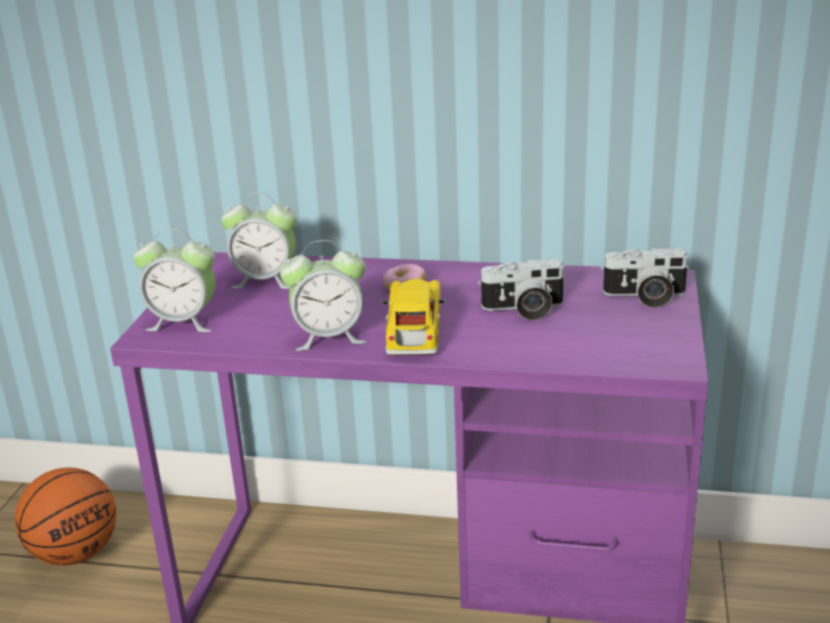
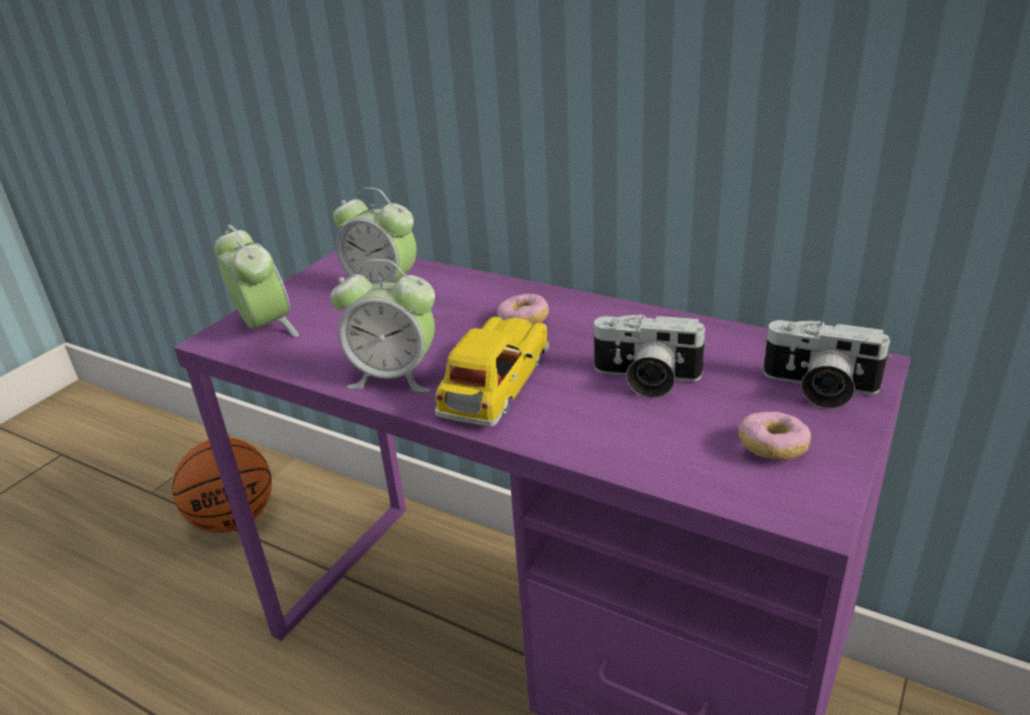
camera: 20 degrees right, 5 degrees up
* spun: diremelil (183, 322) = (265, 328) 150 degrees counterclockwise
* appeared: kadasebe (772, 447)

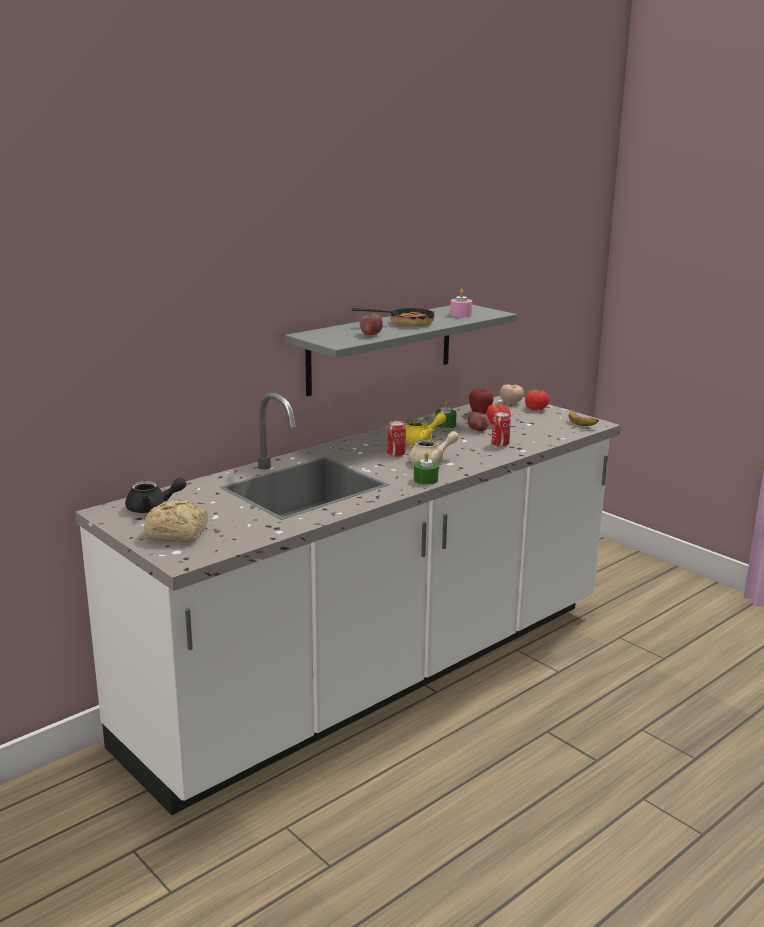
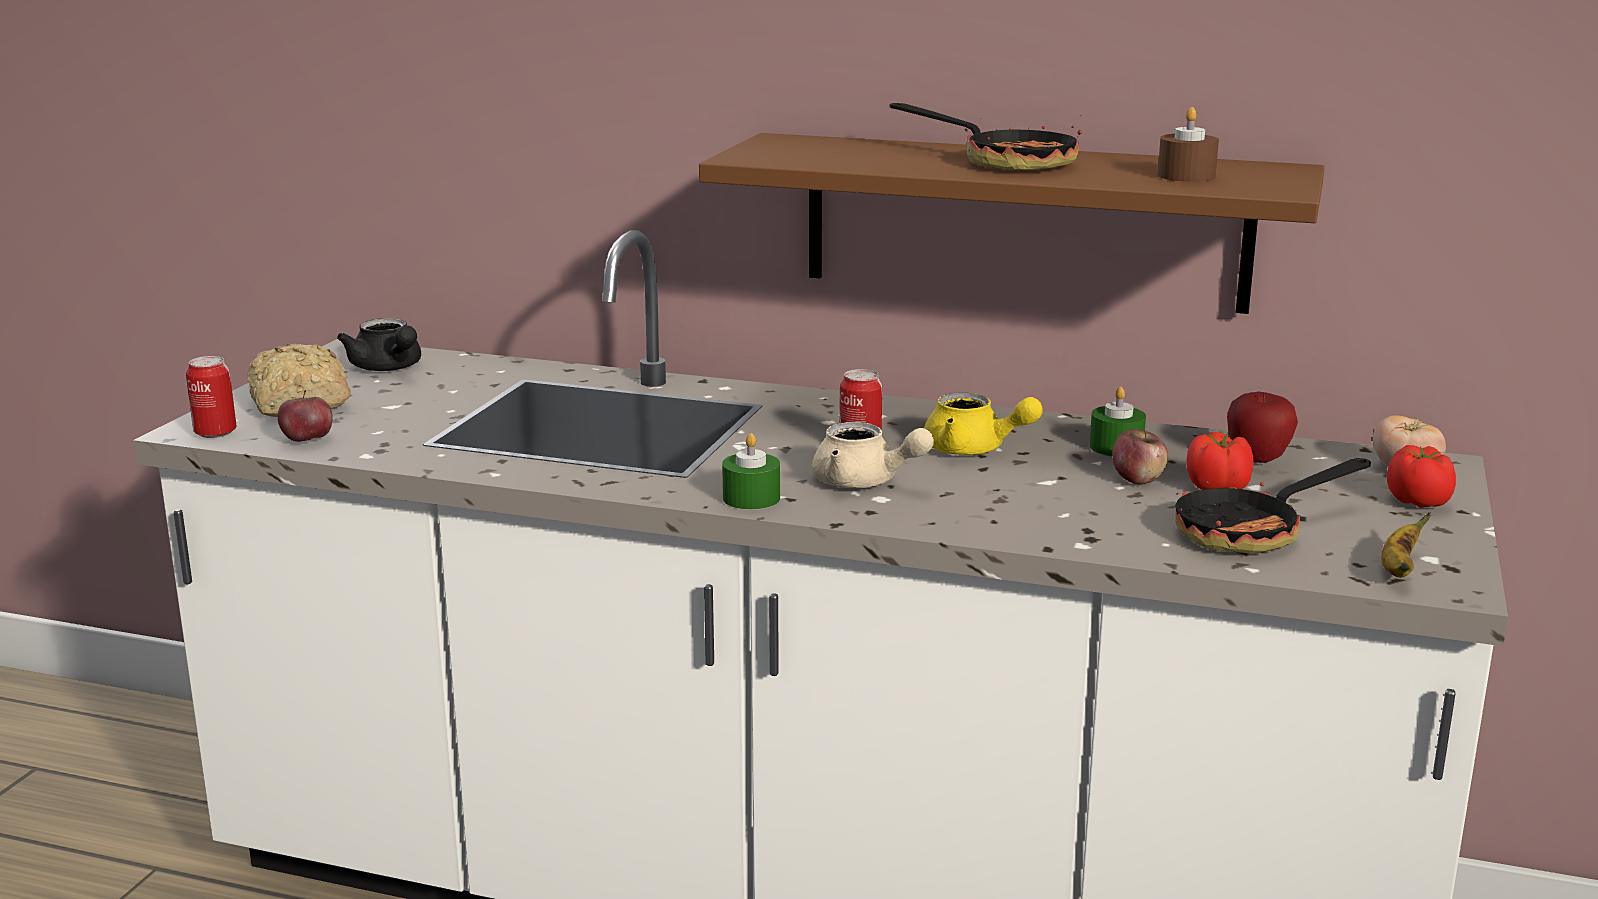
camera: 60 degrees right, 0 degrees up
* colour: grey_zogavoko (381, 348) to brown_zogavoko (1024, 221)
* relocated: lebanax (371, 334) to (307, 440)
* colour: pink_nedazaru (460, 314) to brown_nedazaru (1186, 176)
* relocated: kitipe (500, 444) to (215, 432)
* appeared: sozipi (1251, 532)

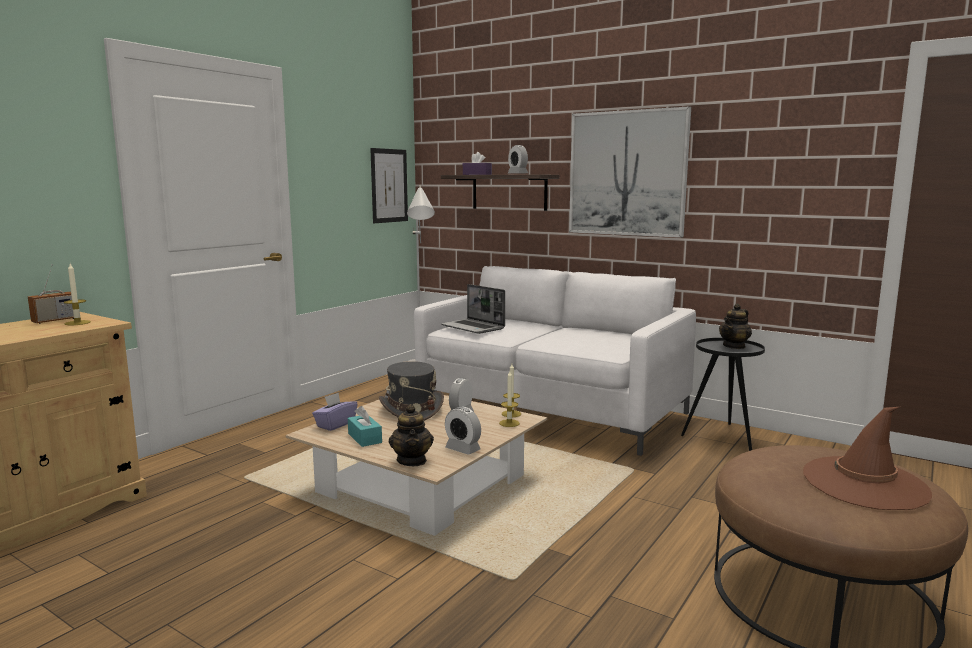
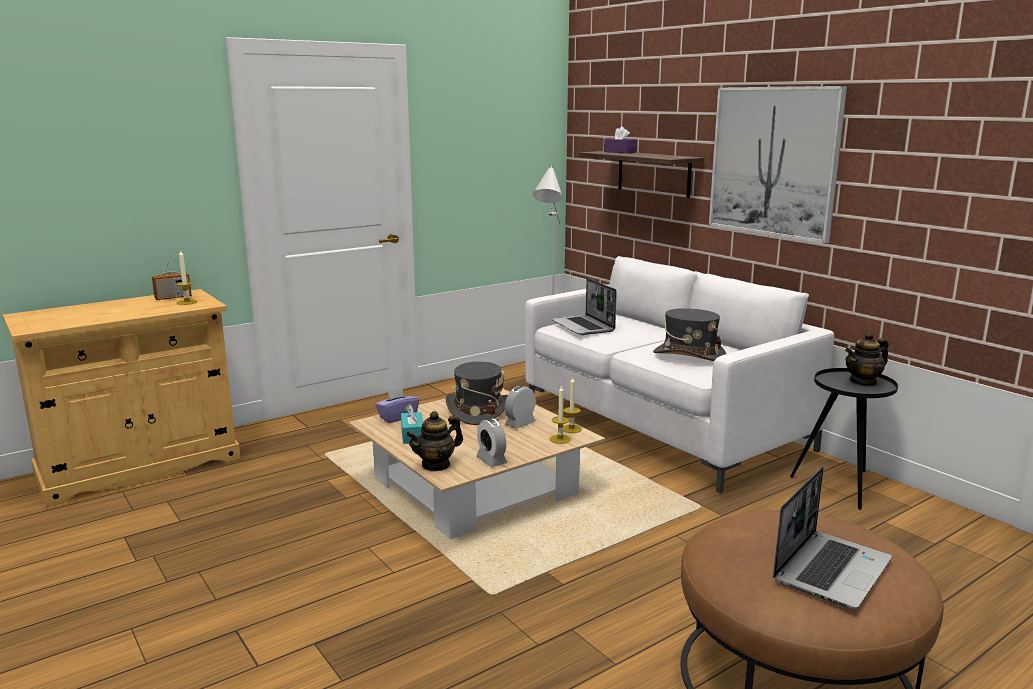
camera: 20 degrees right, 5 degrees up
* missing: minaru (389, 185)
* spun: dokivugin (412, 461) = (436, 465) 45 degrees clockwise
* missing: diremelil (517, 174)
* exchanged: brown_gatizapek (864, 484) to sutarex (831, 569)
* appeared: grey_gatizapek (689, 355)

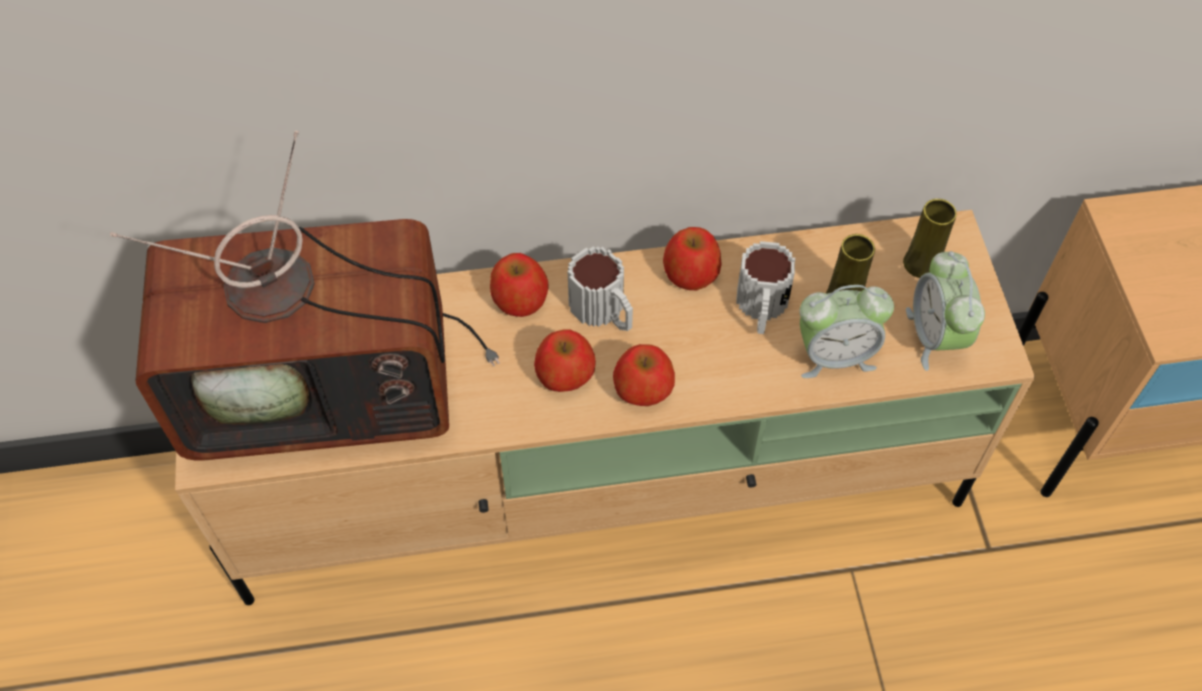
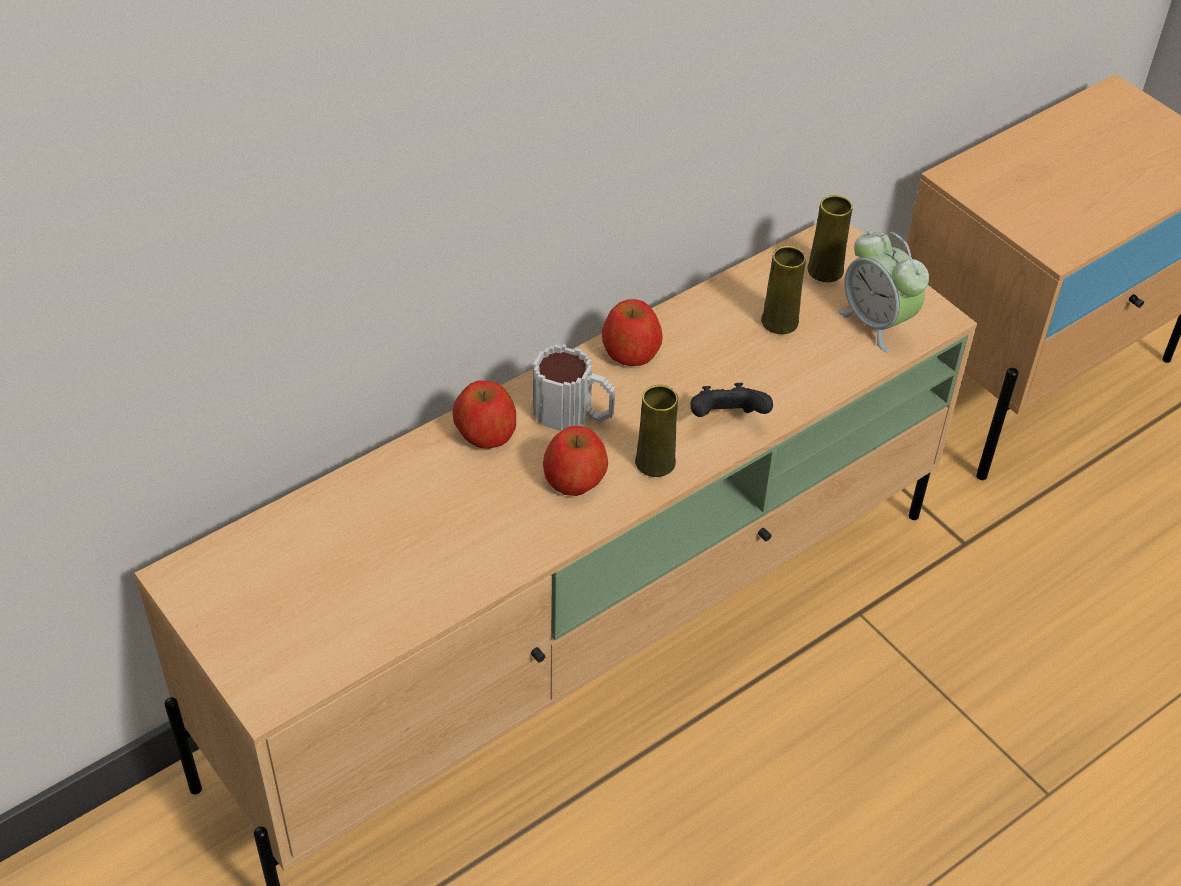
camera: 30 degrees left, 10 degrees down
* missing: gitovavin (330, 385)
* exchanged: lebanax (642, 388) to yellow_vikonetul (655, 462)
* missing: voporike (761, 308)
* missing: diremelil (834, 355)
* appeared: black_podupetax (727, 420)

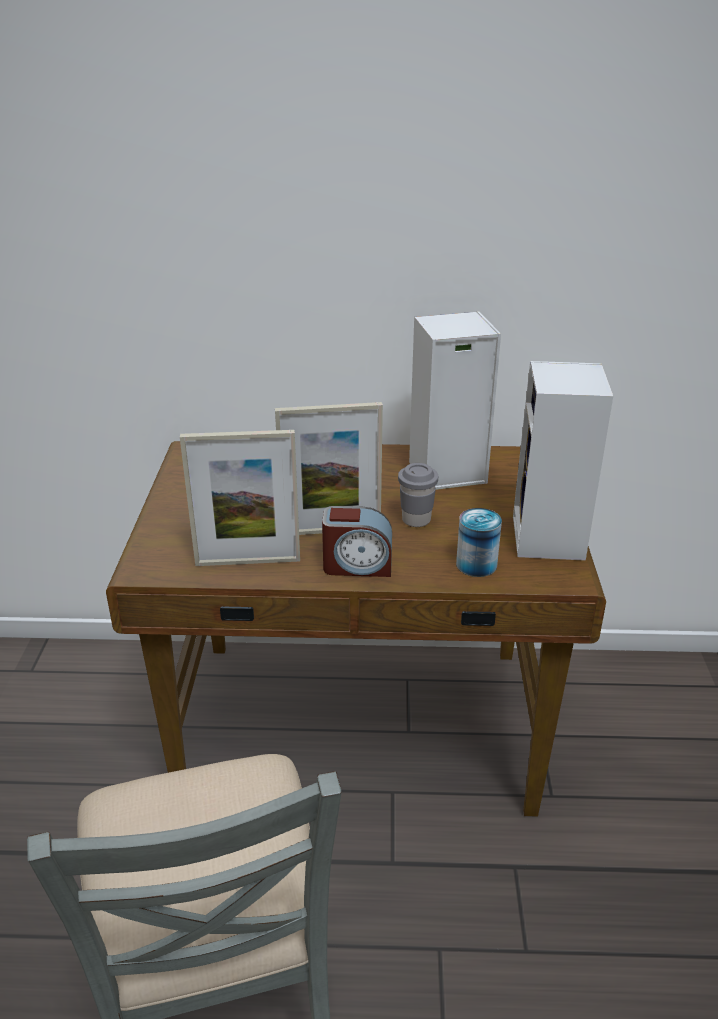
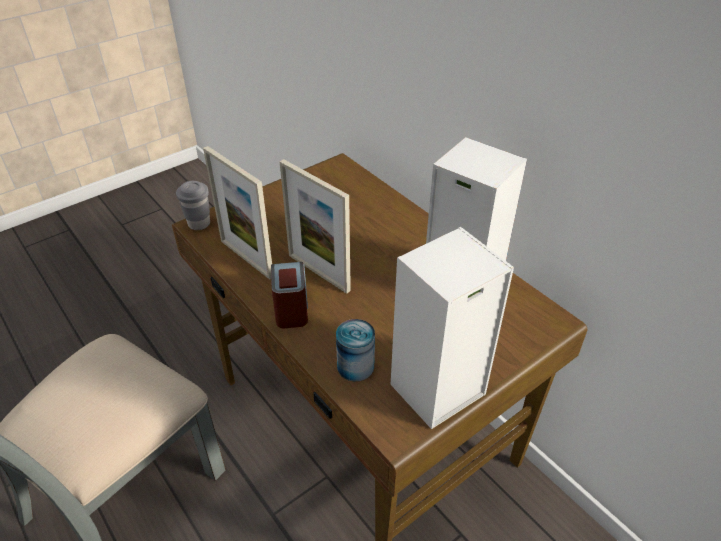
camera: 50 degrees right, 10 degrees up
* spun: diremelil (357, 565) = (291, 307) 150 degrees counterclockwise
* relocated: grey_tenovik (416, 520) to (199, 224)

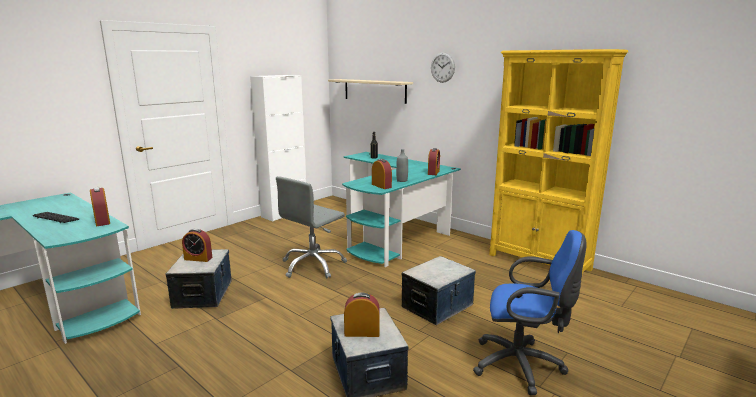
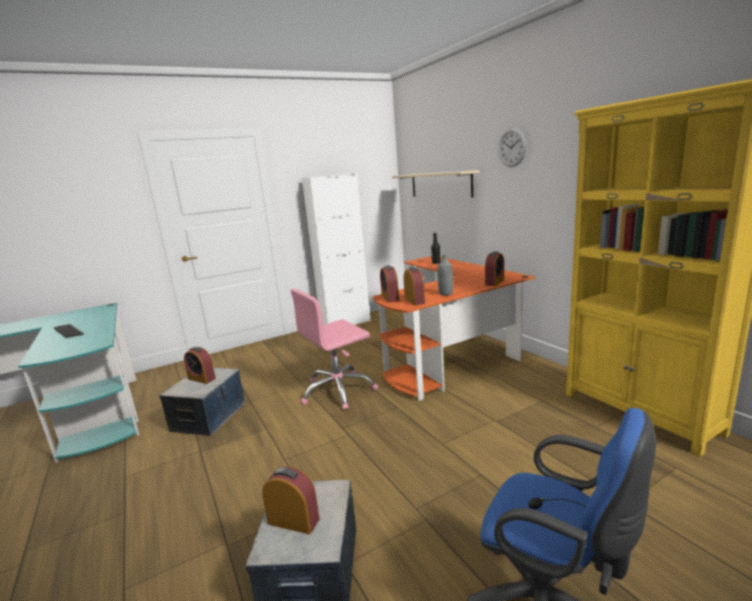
camera: 20 degrees right, 0 degrees up
* relocated: diremelil (102, 221) to (390, 298)
* colour: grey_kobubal (313, 265) to pink_kobubal (338, 391)
* colour: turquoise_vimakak (395, 233) to orange_vimakak (453, 354)
* missing: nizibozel (438, 306)

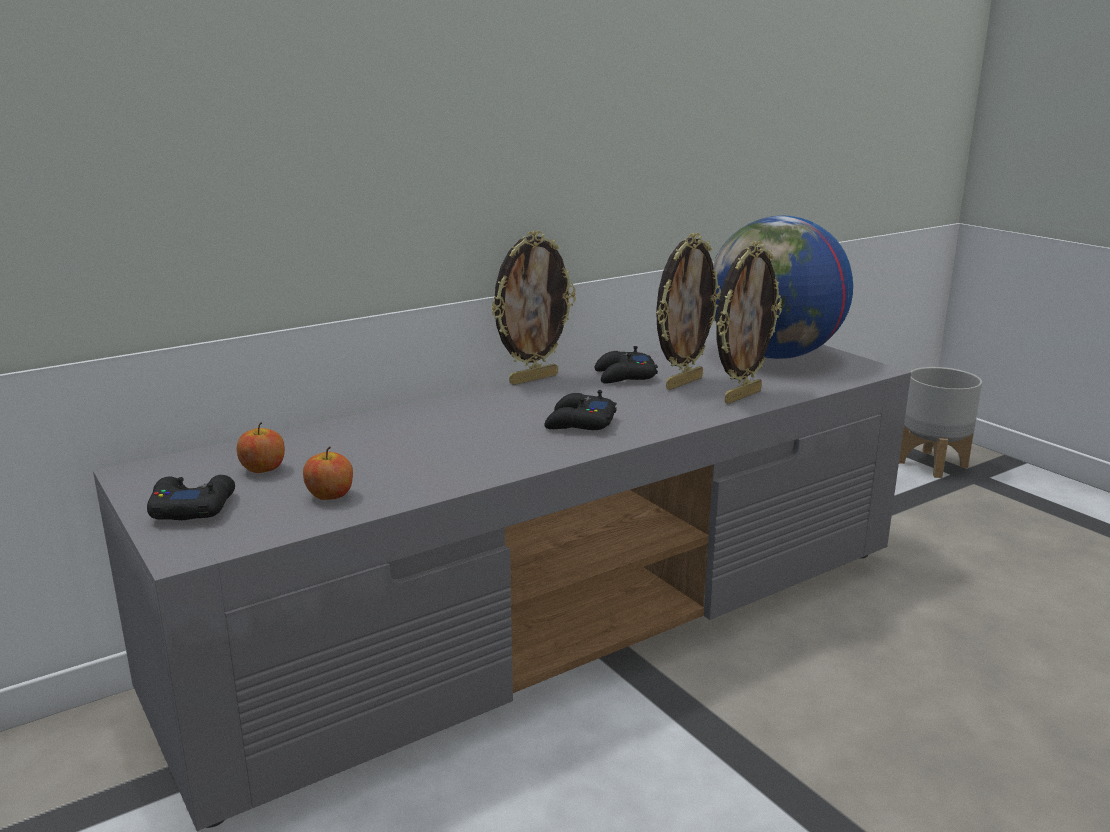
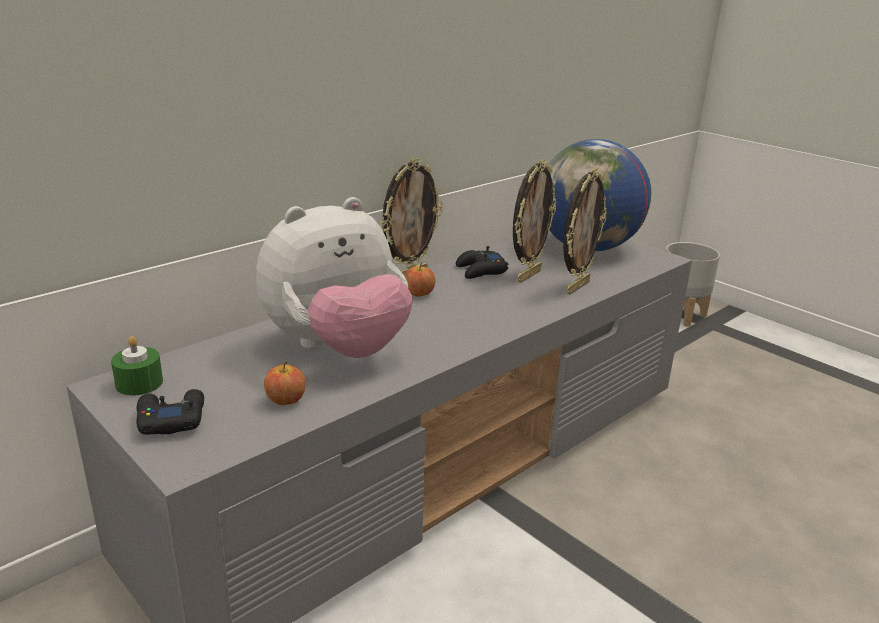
camera: 10 degrees left, 5 degrees up
* relocated: lebanax (263, 469) to (419, 294)
* missing: black_podupetax (579, 423)
* appeared: green_nedazaru (139, 383)
* appeared: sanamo (337, 348)

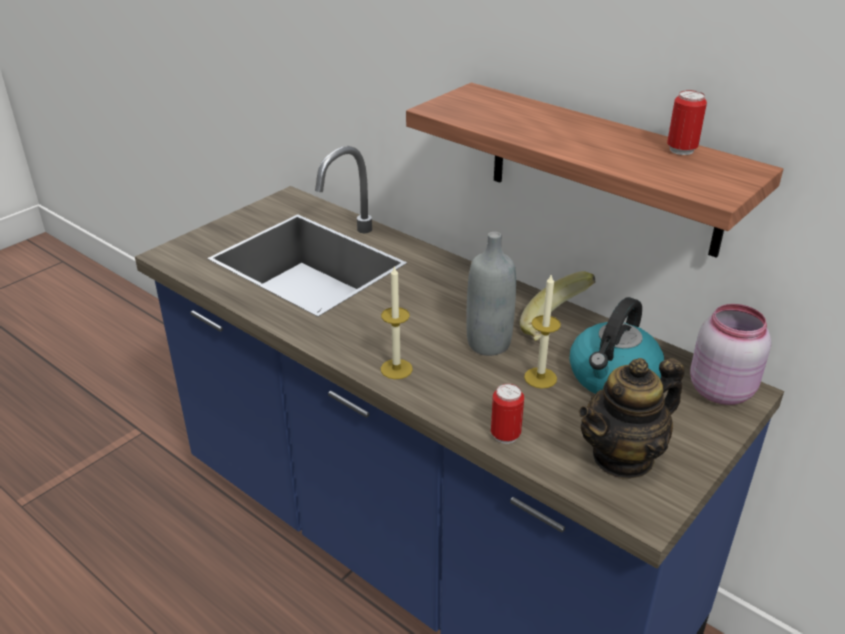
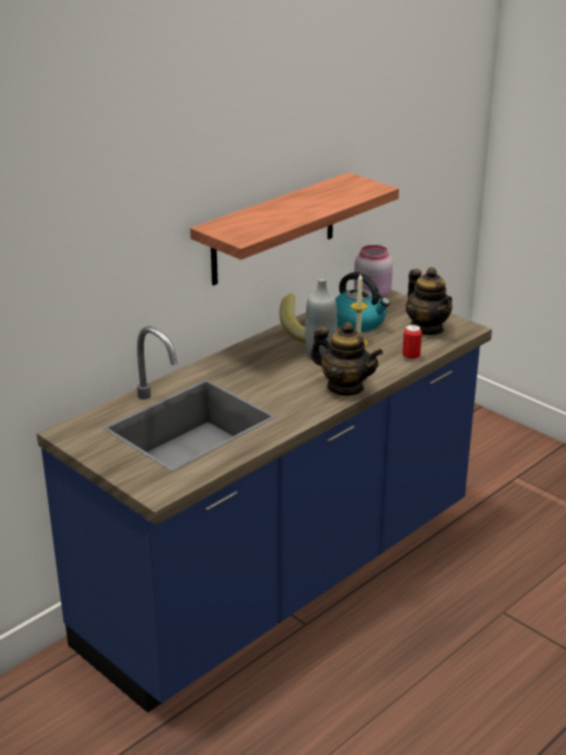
camera: 85 degrees left, 5 degrees down
* exchanged: nedazaru (396, 369) to dokivugin (345, 387)
* missing: kitipe (681, 150)

